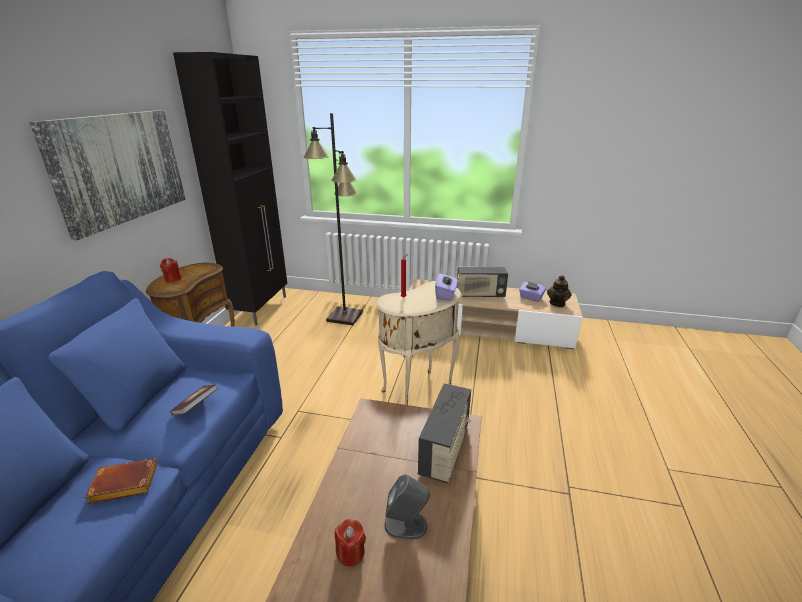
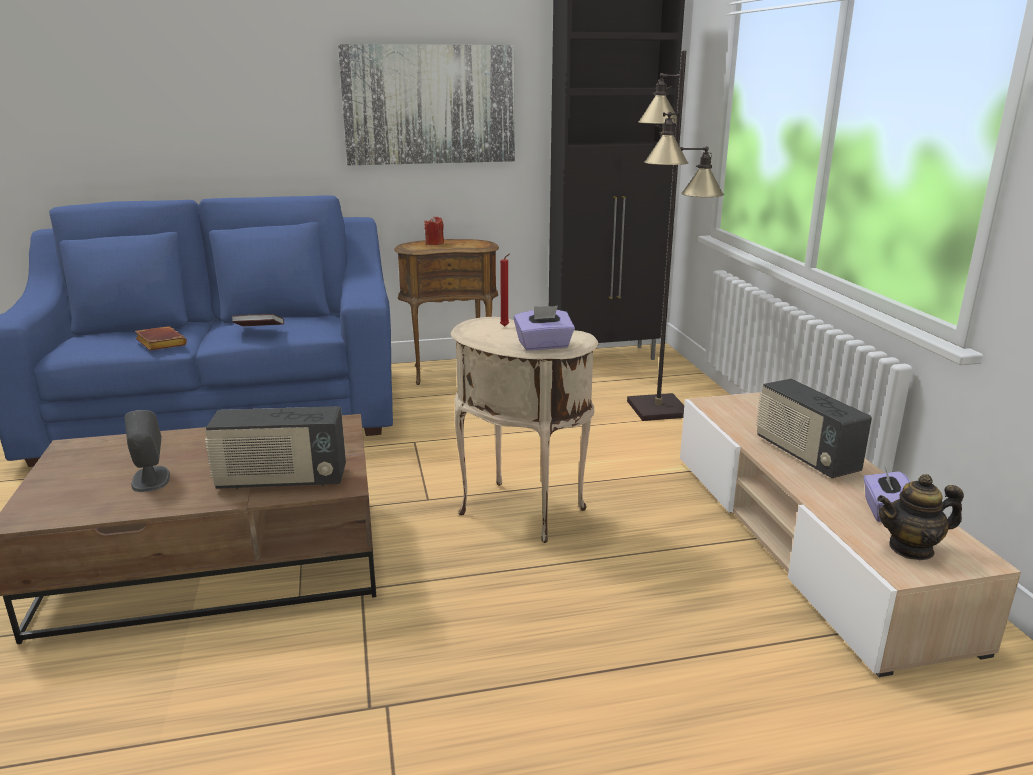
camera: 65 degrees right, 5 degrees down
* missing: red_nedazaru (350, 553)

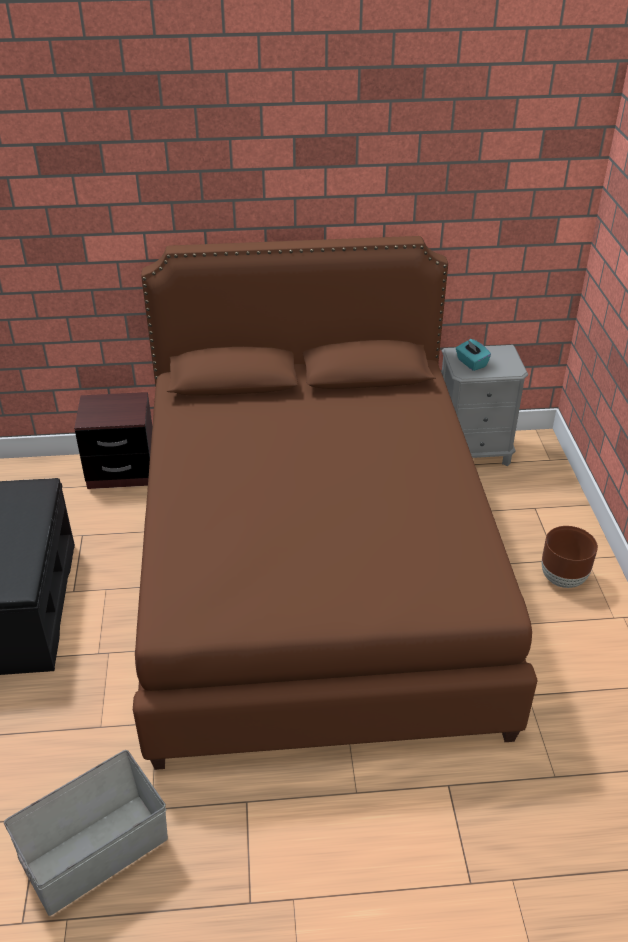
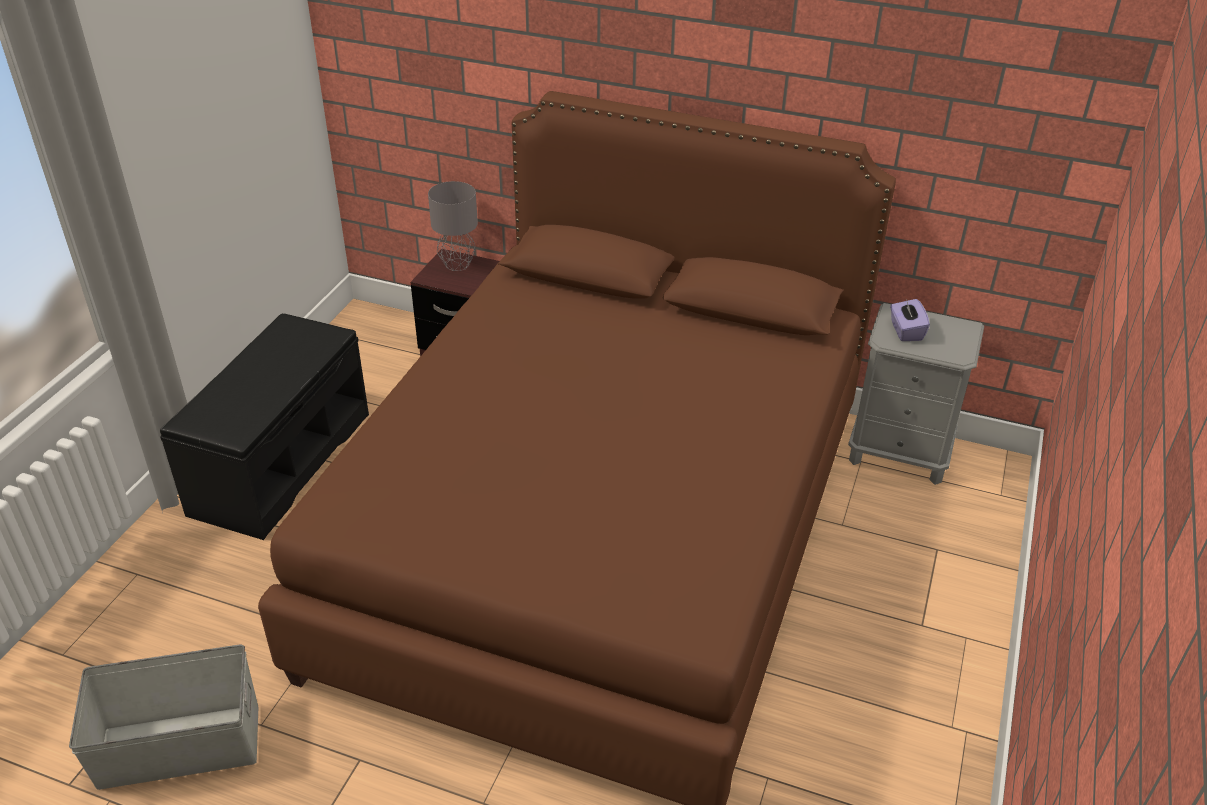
camera: 25 degrees right, 0 degrees up
* colour: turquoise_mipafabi (471, 363) to purple_mipafabi (905, 331)
* missing: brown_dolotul (563, 579)
* appeared: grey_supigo (456, 265)

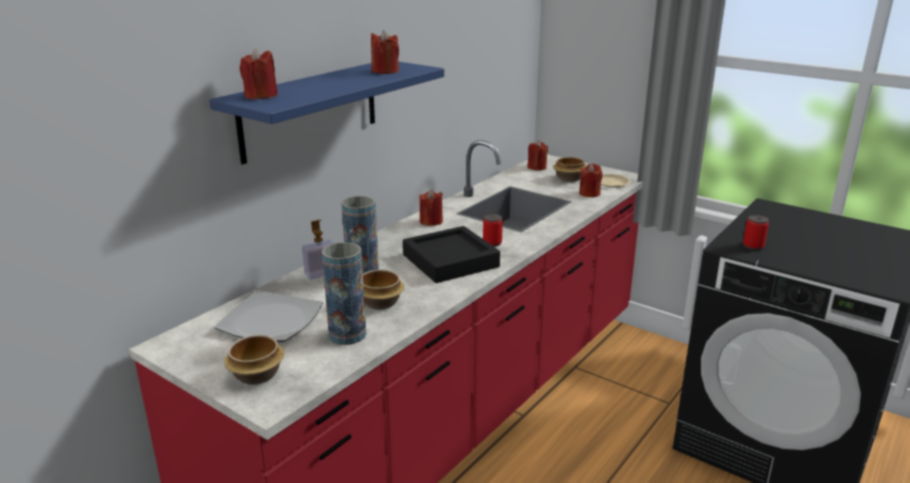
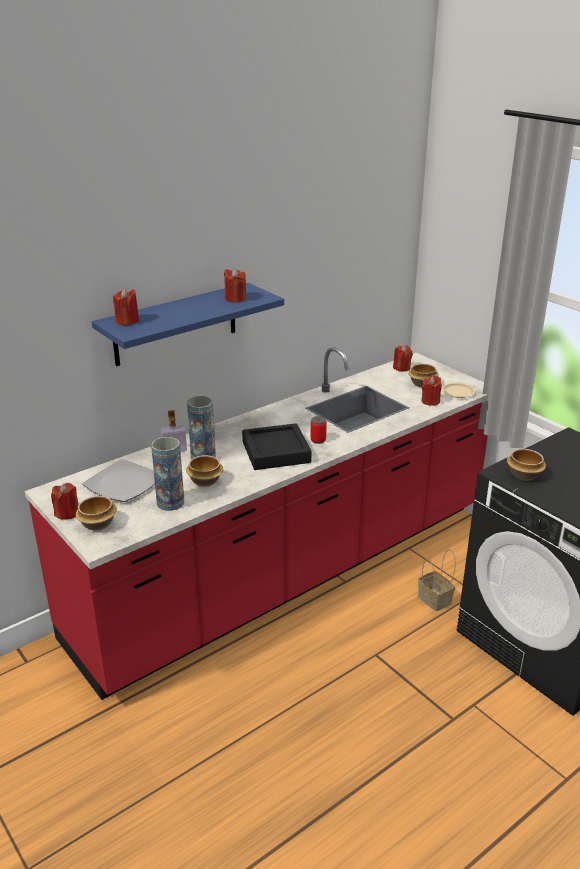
camera: 15 degrees right, 5 degrees up
* relocated: red_nedazaru (431, 222) to (67, 513)
* exchanged: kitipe (753, 246) to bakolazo (523, 475)
* appeared: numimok (435, 600)

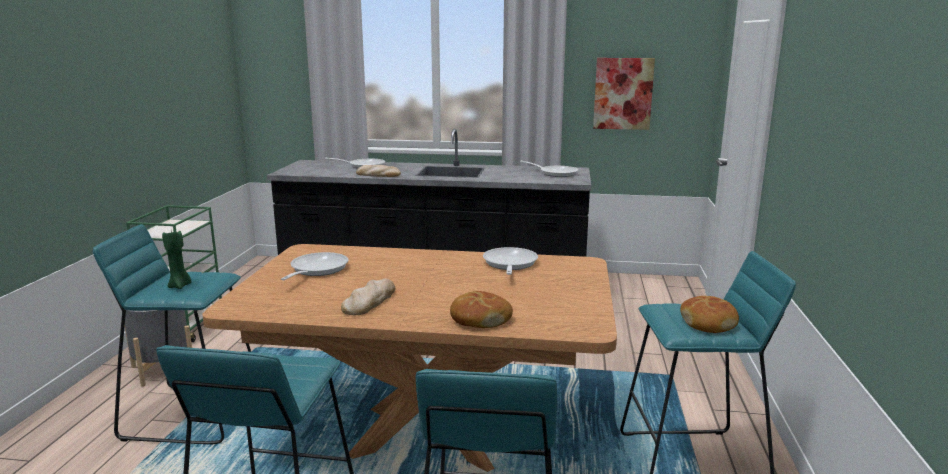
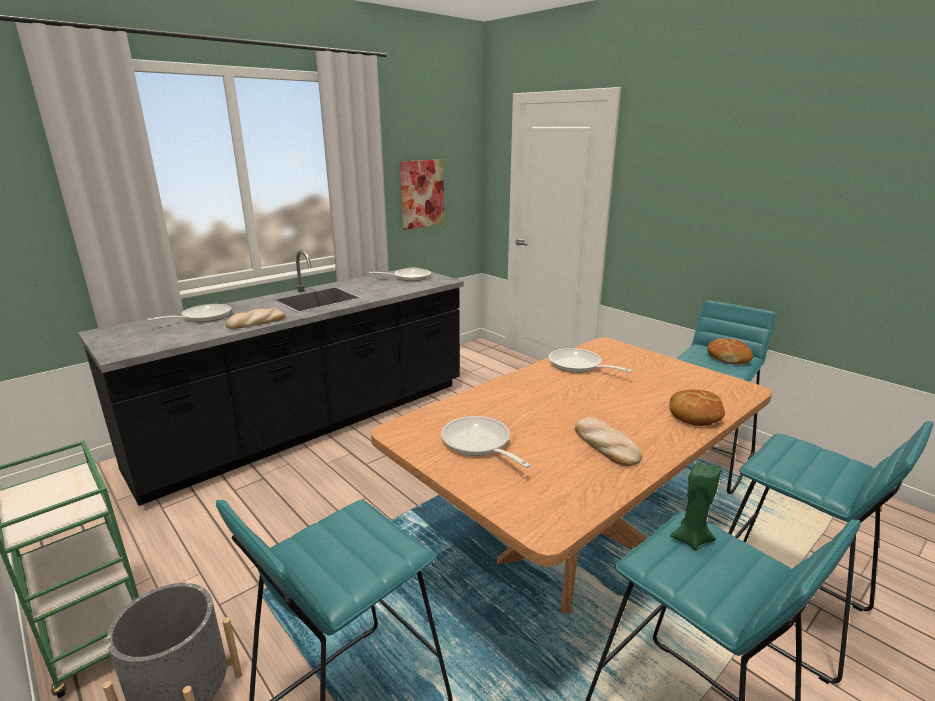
camera: 50 degrees left, 5 degrees up
* relocated: green_nedazaru (180, 286) to (691, 539)

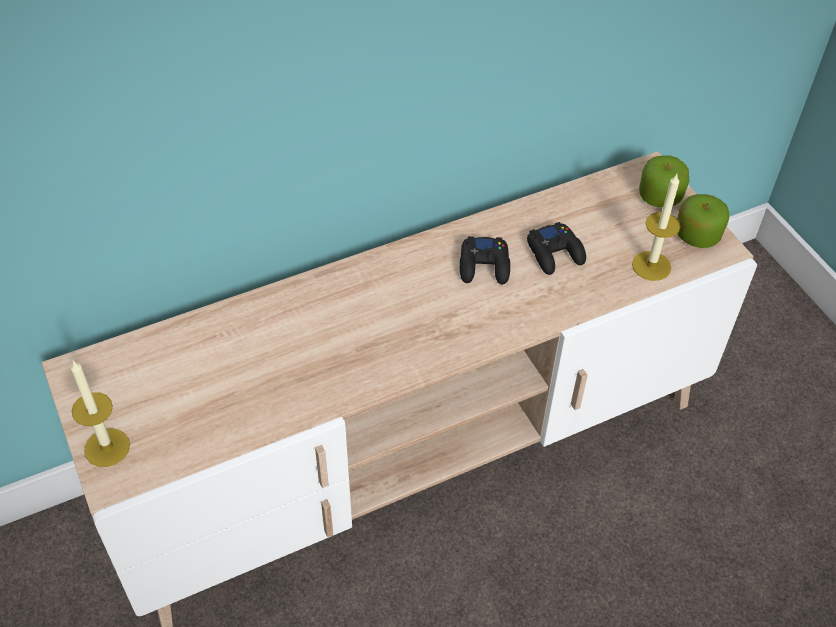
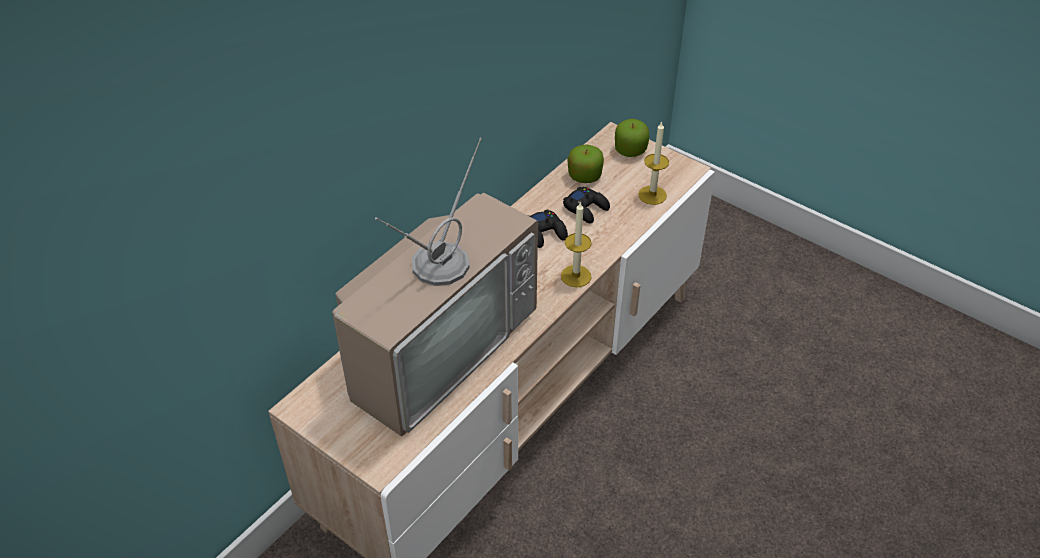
camera: 25 degrees left, 5 degrees down
* relocated: nedazaru (107, 447) to (576, 276)
* relocated: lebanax (697, 235) to (584, 176)
* appeared: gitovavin (436, 345)

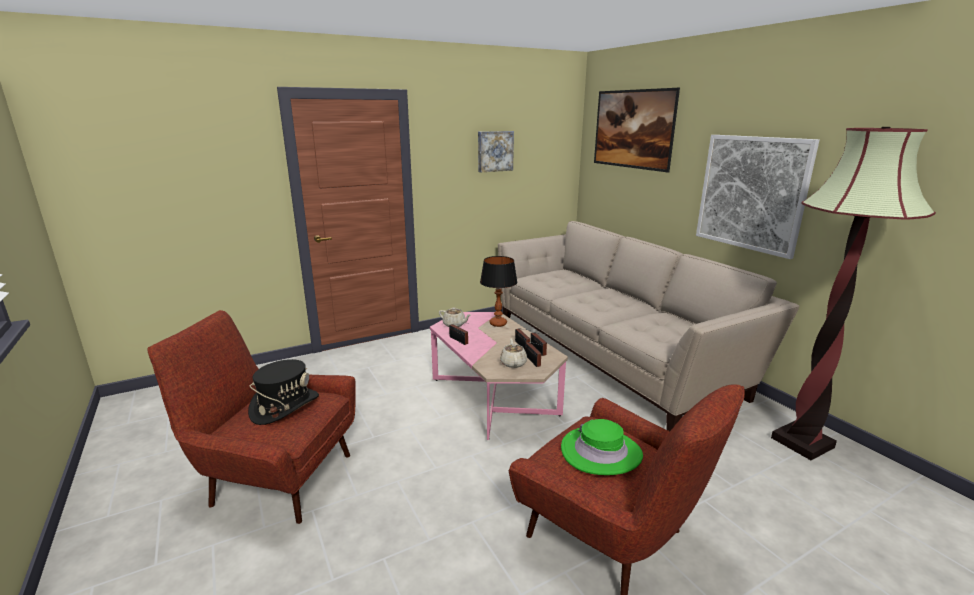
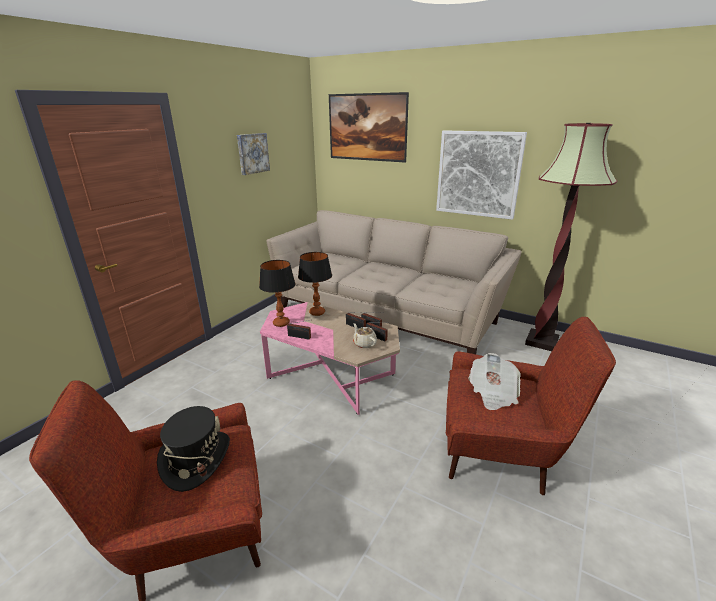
camera: 30 degrees left, 5 degrees up
* exchanged: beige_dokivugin (454, 324) to supigo (281, 323)
* exchanged: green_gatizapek (601, 452) to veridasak (493, 393)

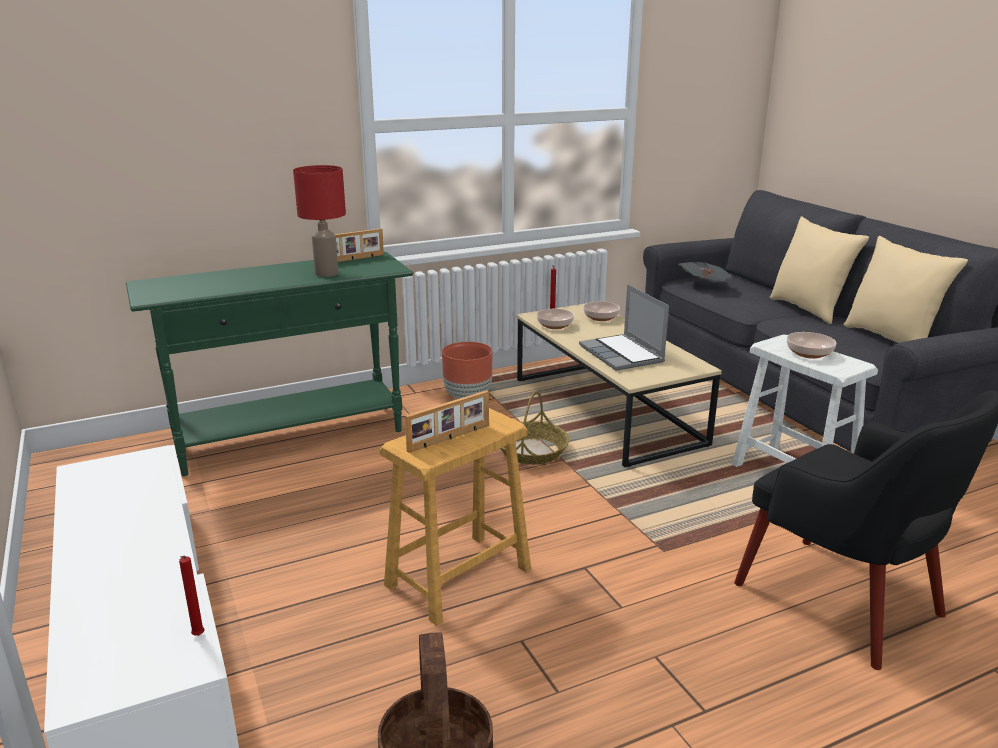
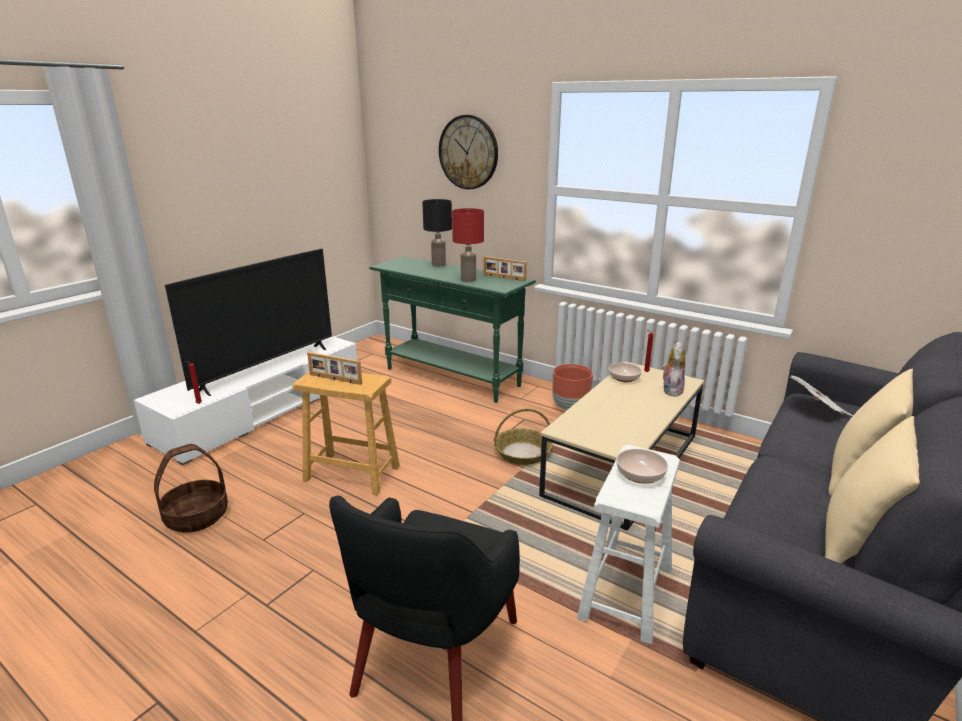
camera: 60 degrees right, 0 degrees up
* missing: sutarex (622, 354)
* exchanged: bakolazo (601, 317) to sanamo (671, 390)
* appeared: gitovavin (266, 368)
* appeared: black_supigo (439, 264)
* appeared: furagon (468, 152)

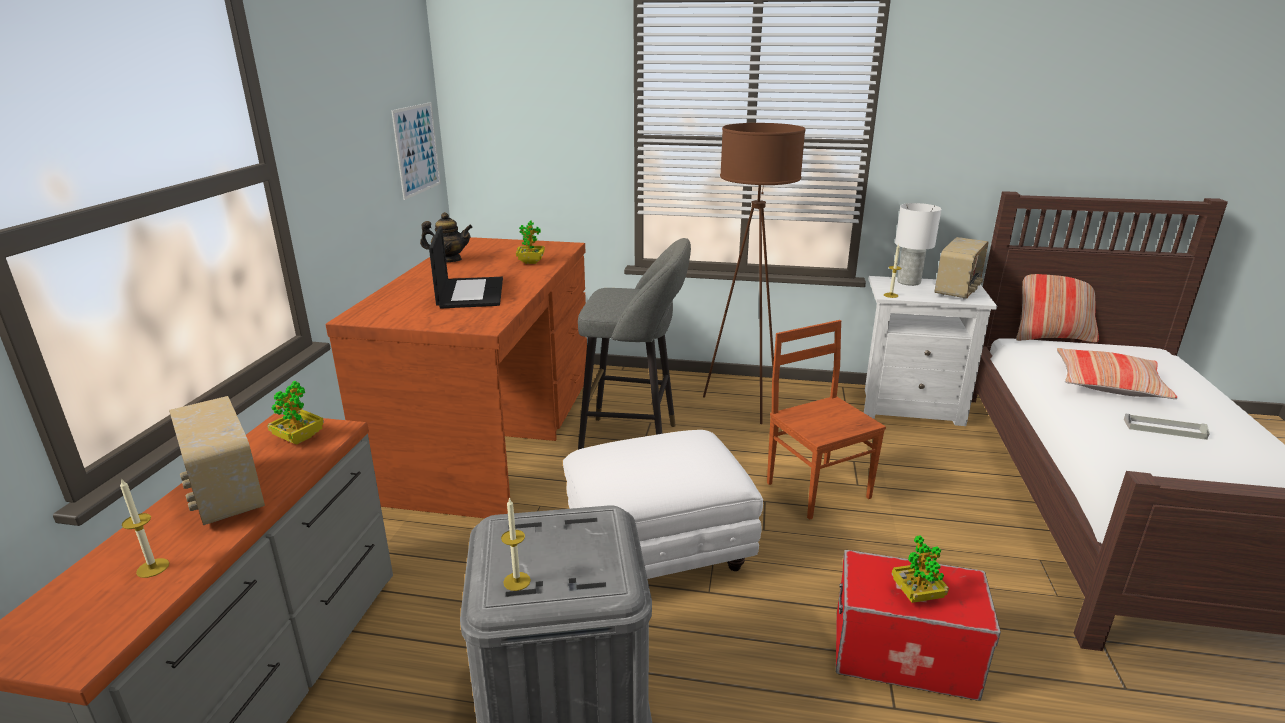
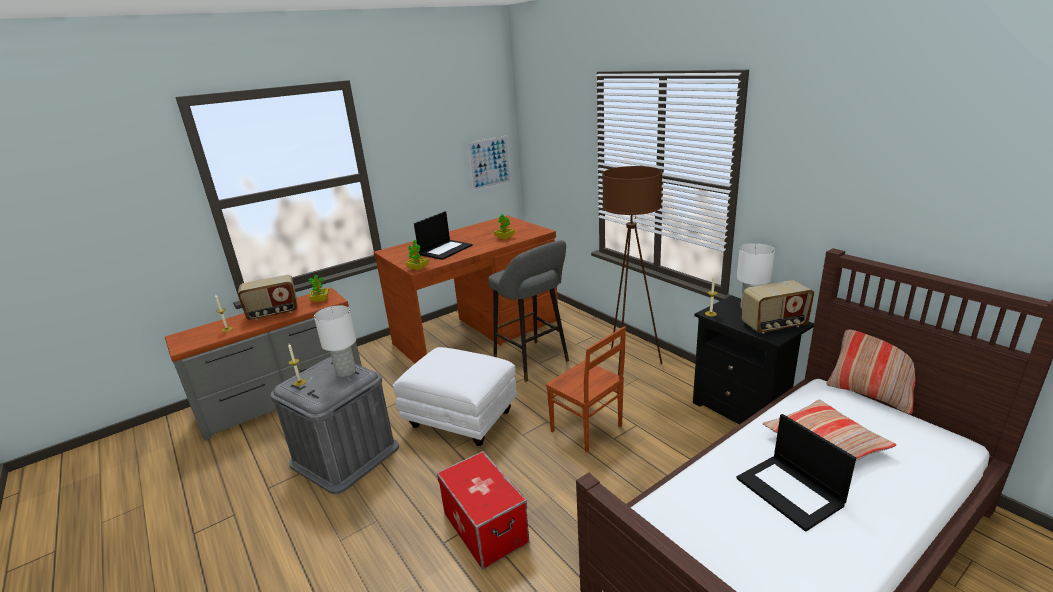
camera: 45 degrees right, 0 degrees up
* spun: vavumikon (224, 495) = (273, 313) 120 degrees counterclockwise
* missing: dokivugin (449, 260)
* spun: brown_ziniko (818, 489) = (586, 429) 120 degrees clockwise
* colour: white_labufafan (910, 406) to black_labufafan (743, 410)
* relocated: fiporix (916, 594) to (418, 268)
* exchanged: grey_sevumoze (1164, 429) to sutarex (790, 492)
* appeared: white_supigo (345, 372)

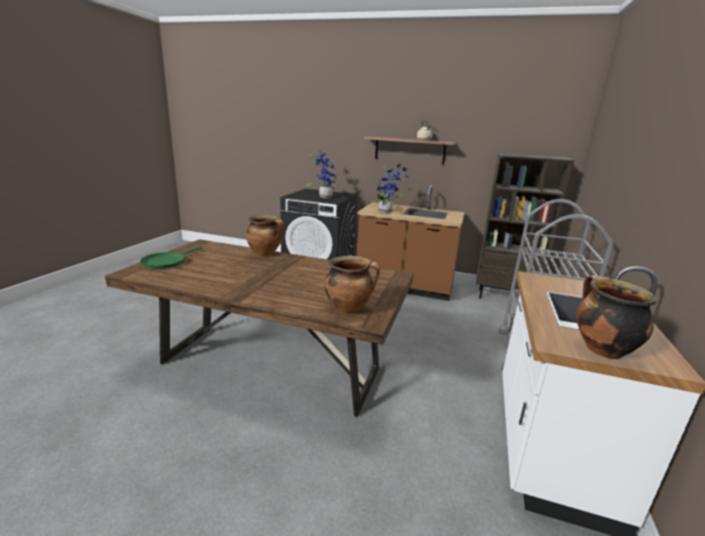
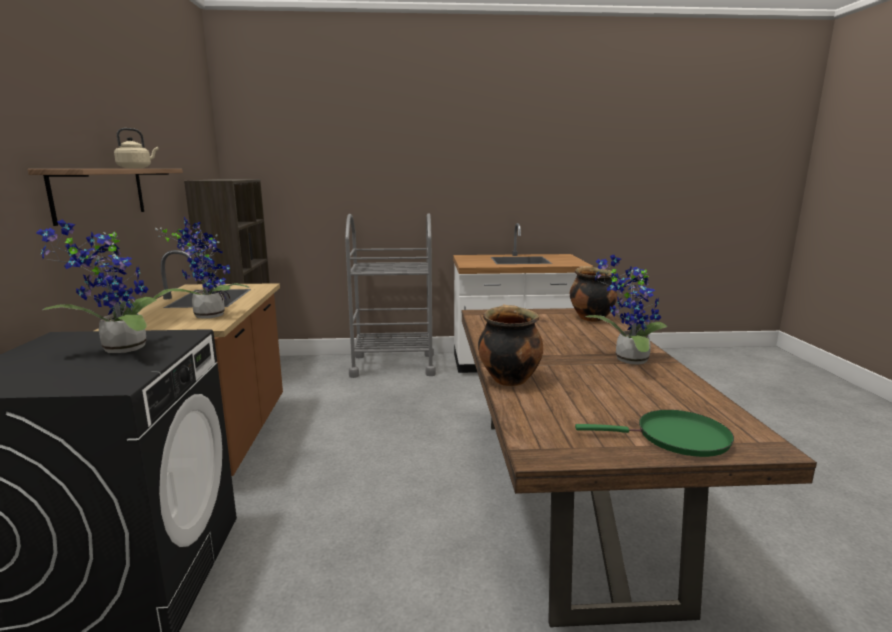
camera: 110 degrees left, 5 degrees down
* missing: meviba (601, 349)
* appeared: fiporix (627, 360)

